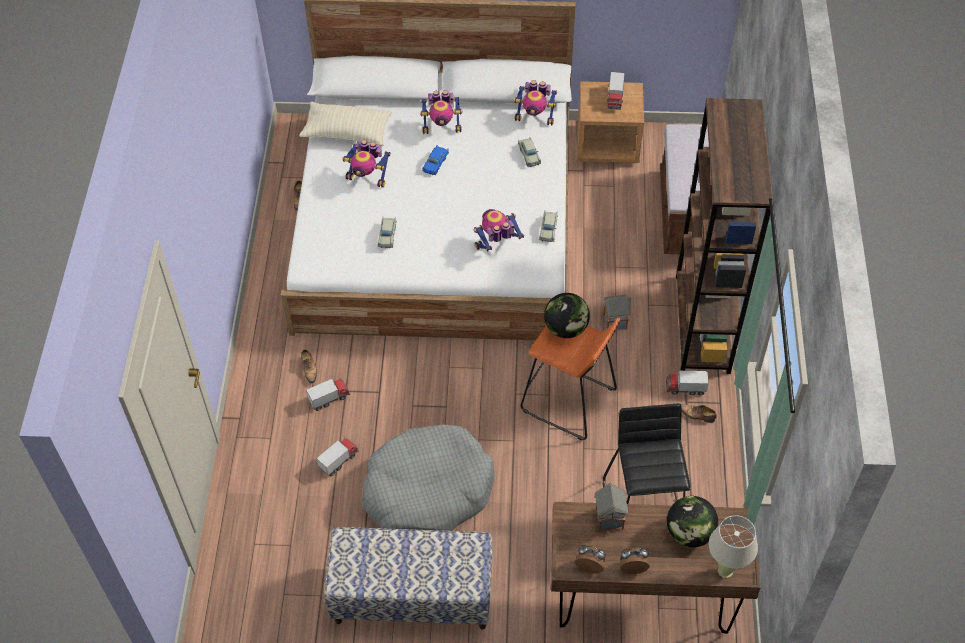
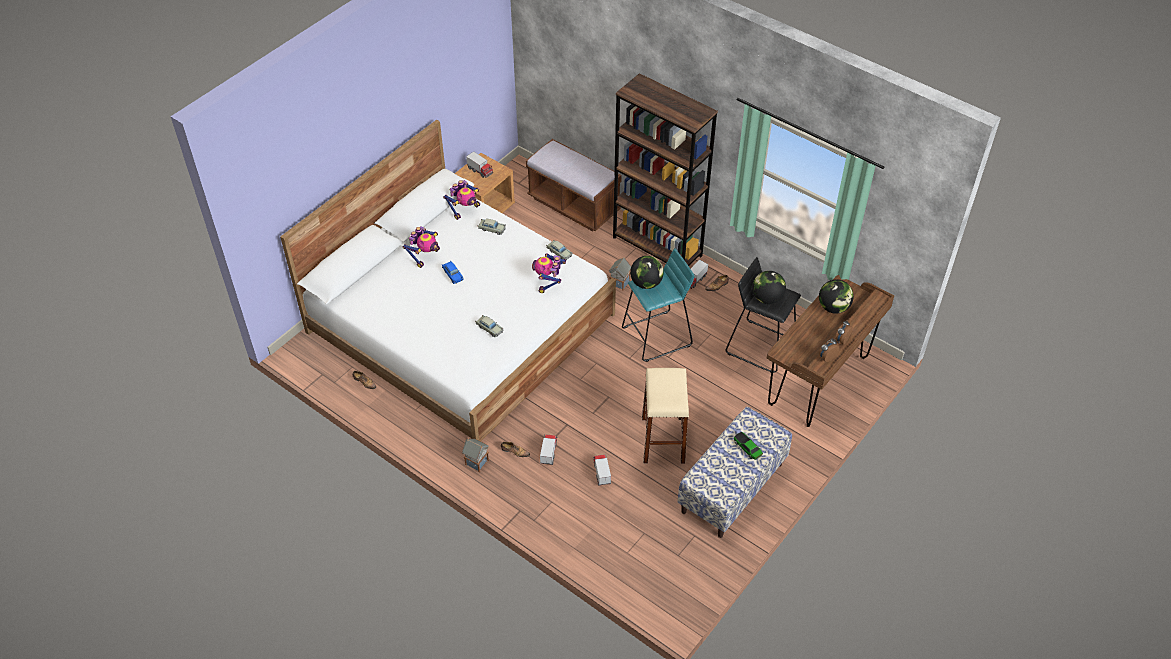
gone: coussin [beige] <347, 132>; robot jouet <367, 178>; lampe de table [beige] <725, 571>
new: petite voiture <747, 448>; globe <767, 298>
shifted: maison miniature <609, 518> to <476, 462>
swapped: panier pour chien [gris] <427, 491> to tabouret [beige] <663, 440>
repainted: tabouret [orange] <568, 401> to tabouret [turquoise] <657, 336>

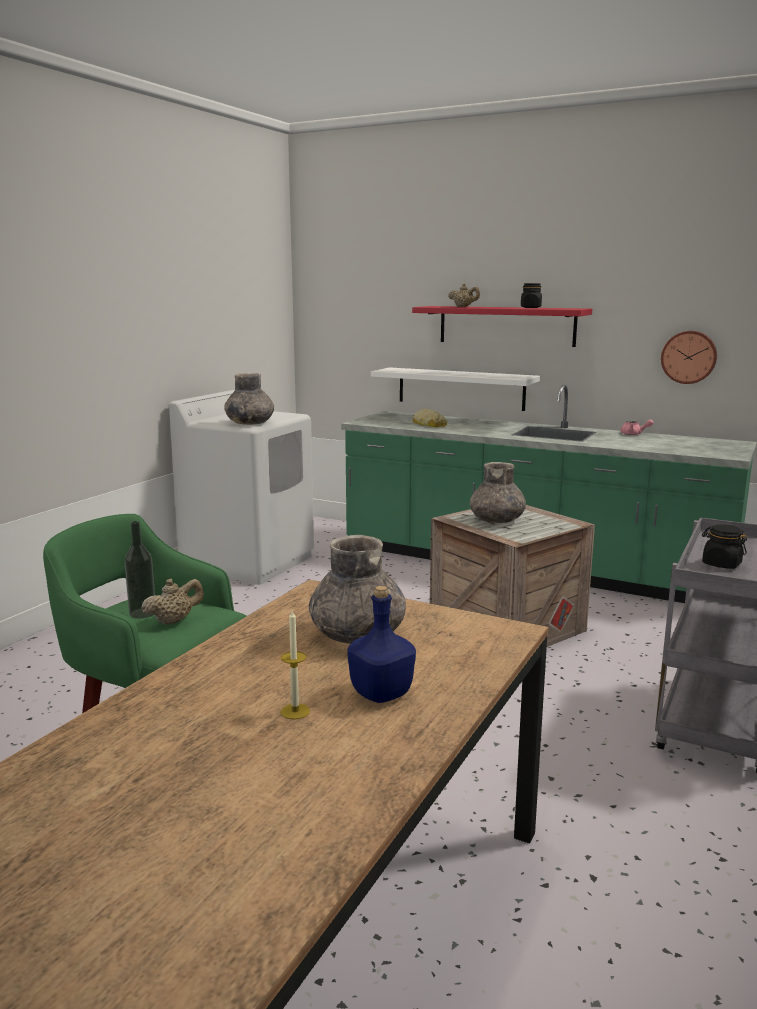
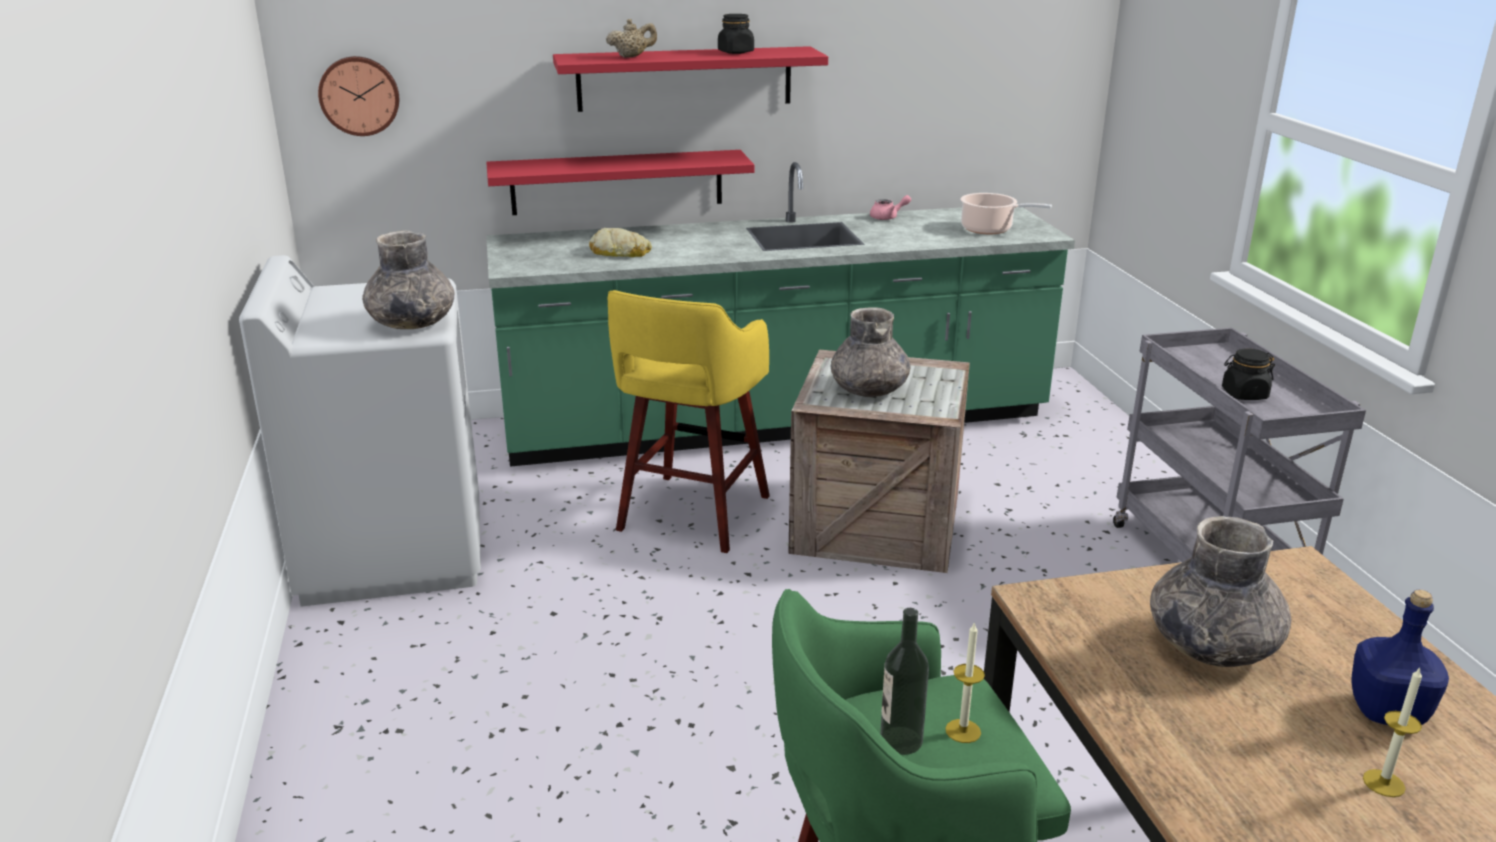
new: tabouret [jaune] <691, 515>; marmite <990, 229>
shifted: horloge murale <689, 357> to <359, 95>
swapped: théière [beige] <174, 621> to bougie <963, 731>
repainted: étagère [blanc] <460, 388> to étagère [rouge] <617, 182>

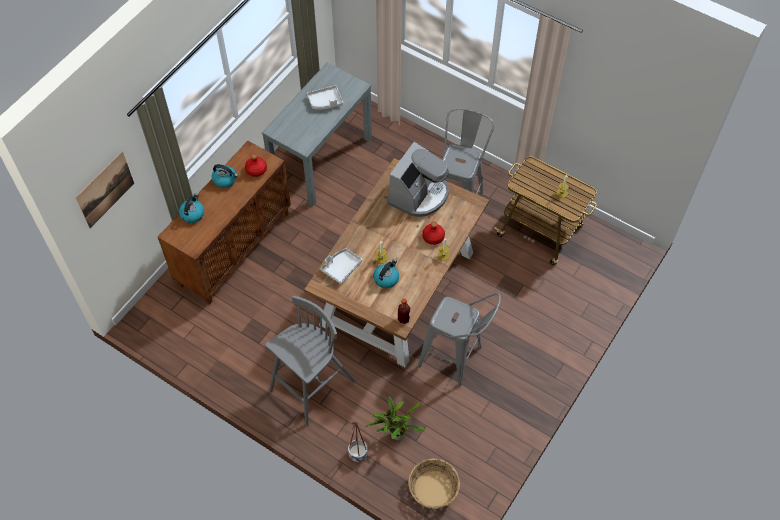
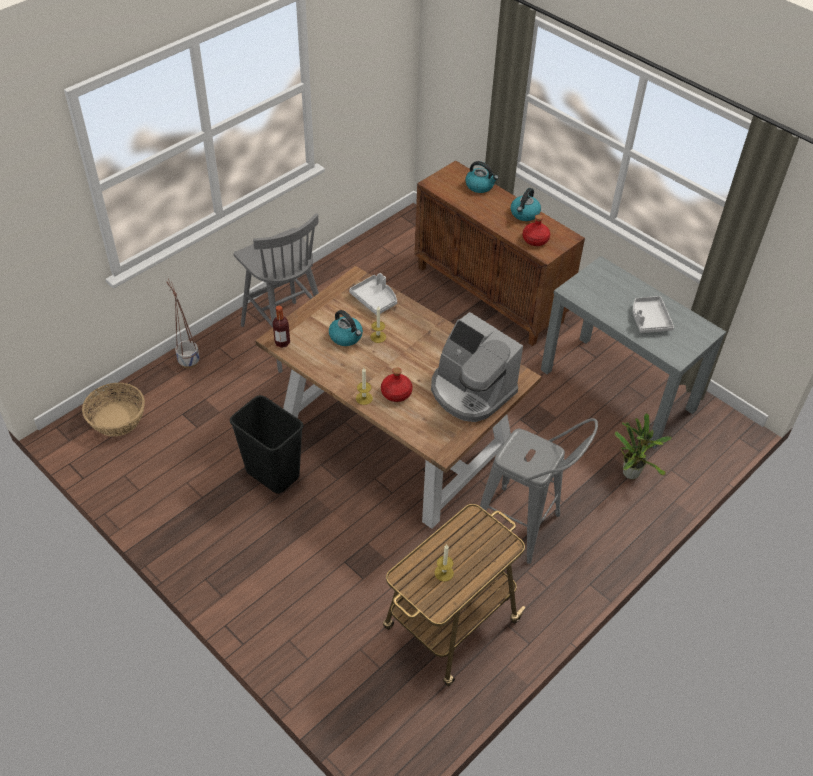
gone: tableau <105, 189>
shifted: plante en pot <395, 434> to <631, 471>
swapped: tabouret [gris] <456, 360> to poubelle [noir] <272, 474>

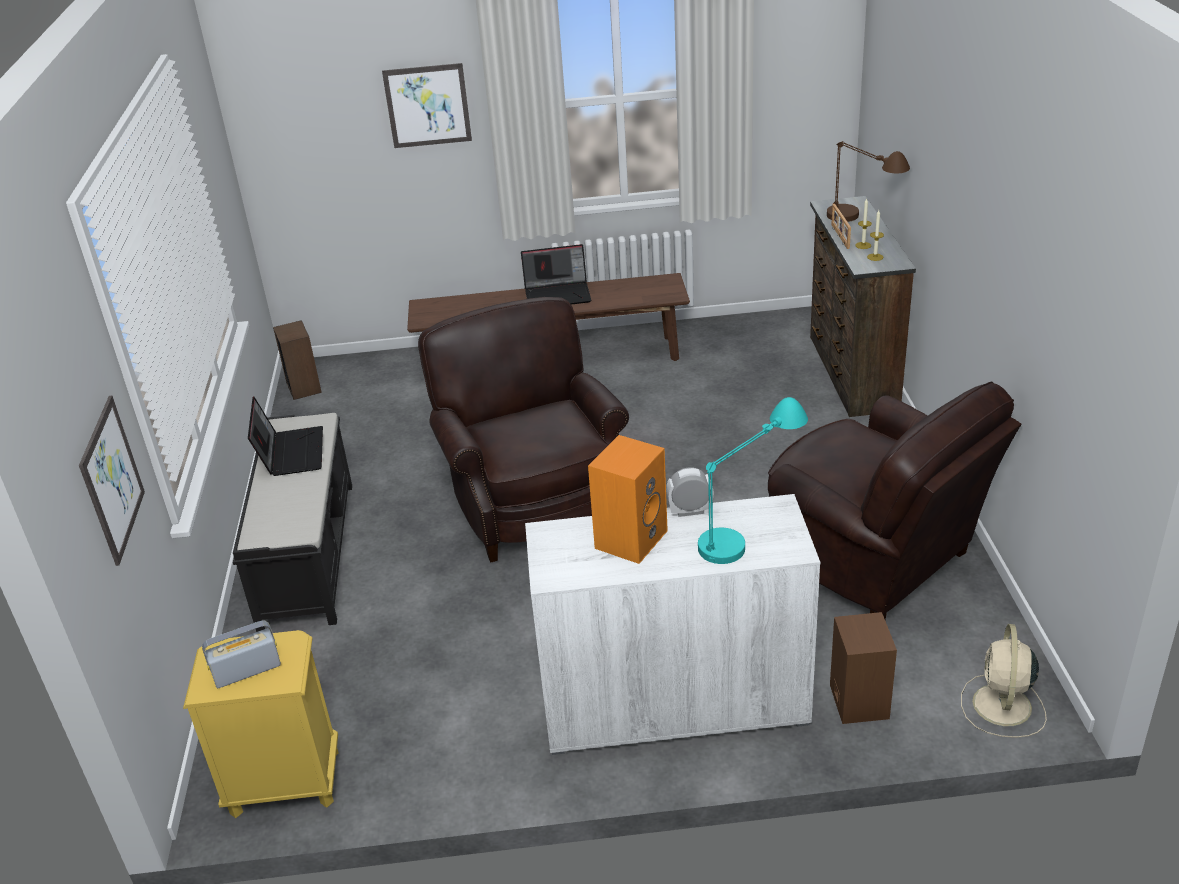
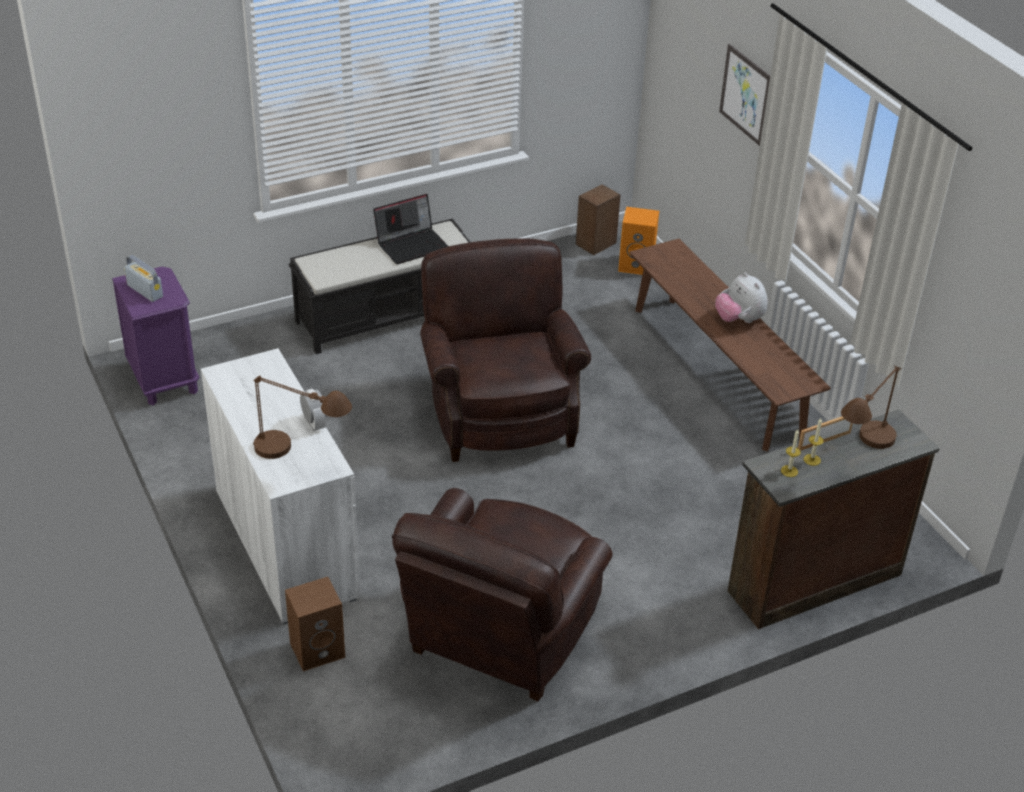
gone: tableau <112, 479>; ventilateur [beige] <1002, 707>
shifted: enceinte [orange] <630, 538> to <637, 265>
swapped: ordinateur portable <558, 294> to peluche <739, 319>
repainted: table de chevet [jaune] <284, 784> to table de chevet [violet] <163, 380>; lampe de table [turquoise] <749, 528> to lampe de table [marron] <301, 456>
rotated: fauteuil [marron] <533, 500> = <499, 412> 60 degrees counterclockwise

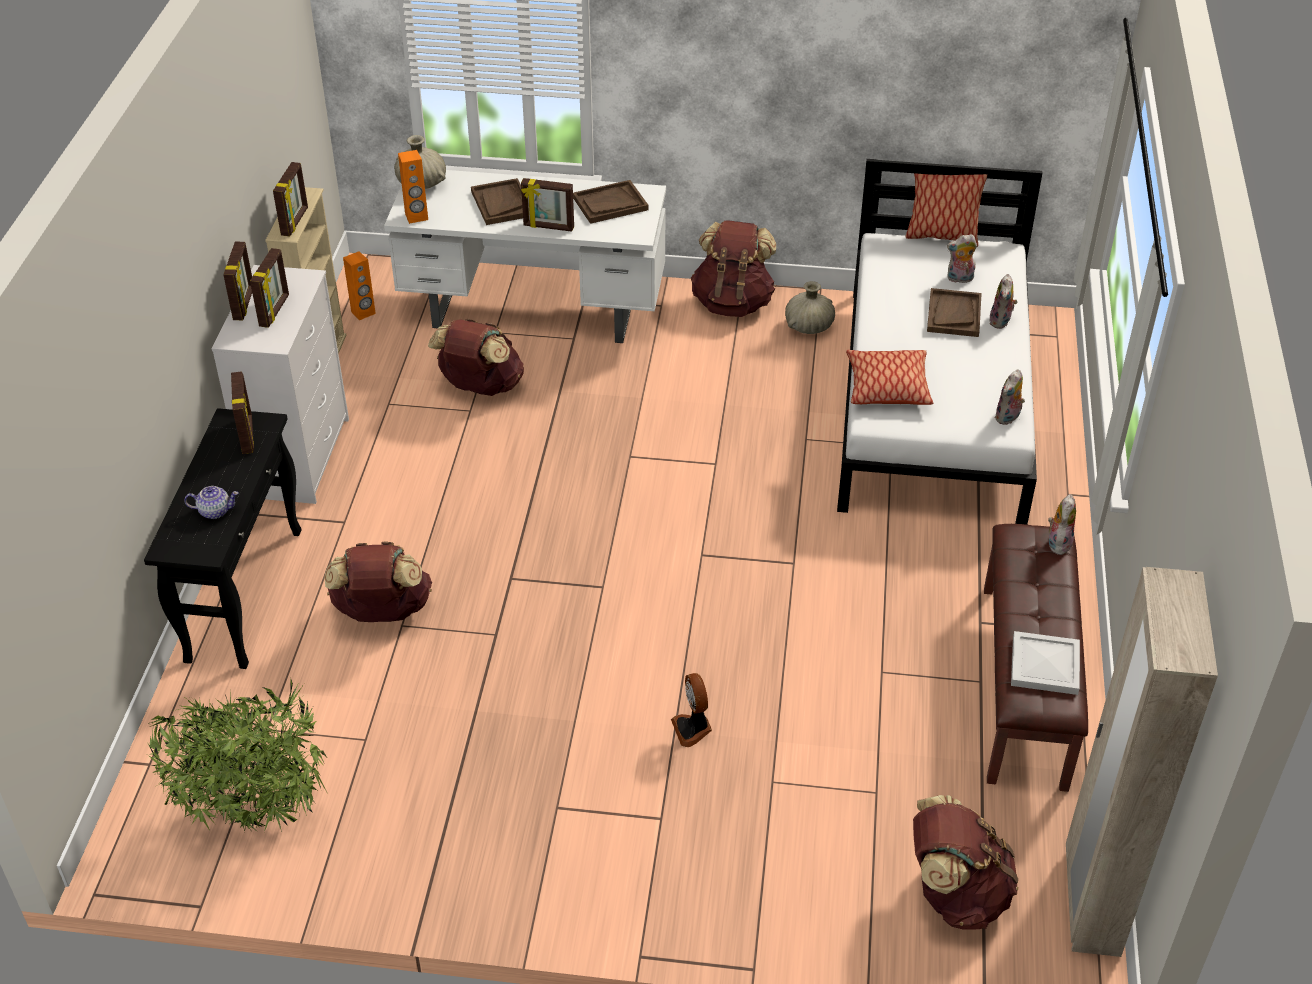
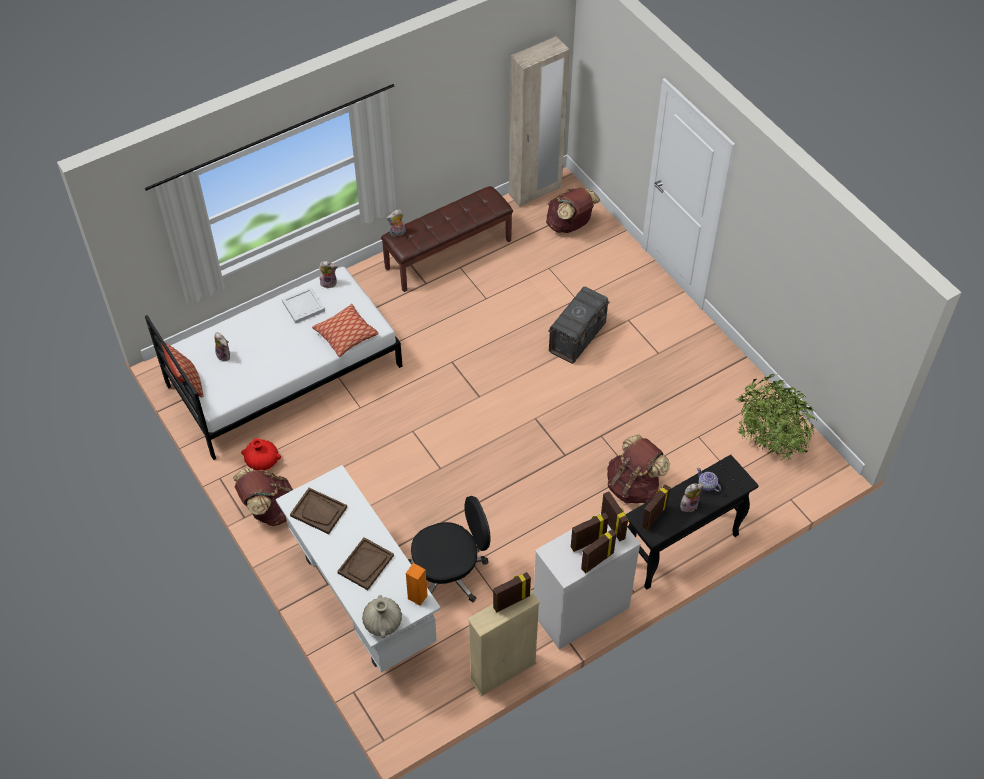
gone: enceinte [orange] <363, 313>; plateau [marron] <953, 314>
shifted: cadre photo <548, 227> to <613, 526>; peluche <1001, 322> to <689, 504>; plateau [blanc] <1046, 666> to <303, 306>
swapped: sac à dos [marron] <480, 387> to chaise de bureau [noir] <450, 573>; ventilateur <693, 729> to boîte de rangement [gris] <577, 337>
repainted: vase [beige] <808, 327> to vase [rouge] <262, 462>

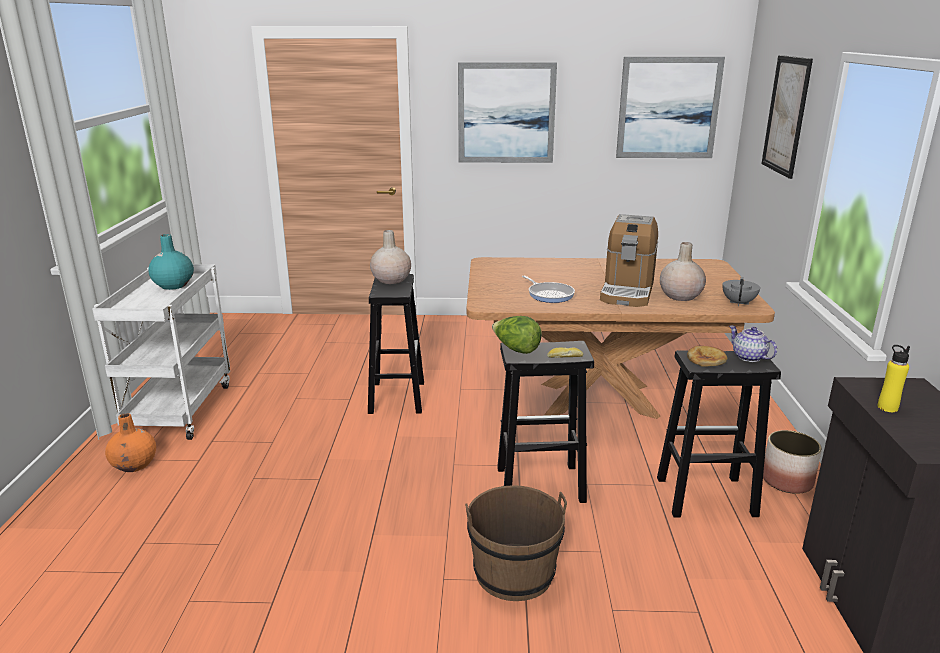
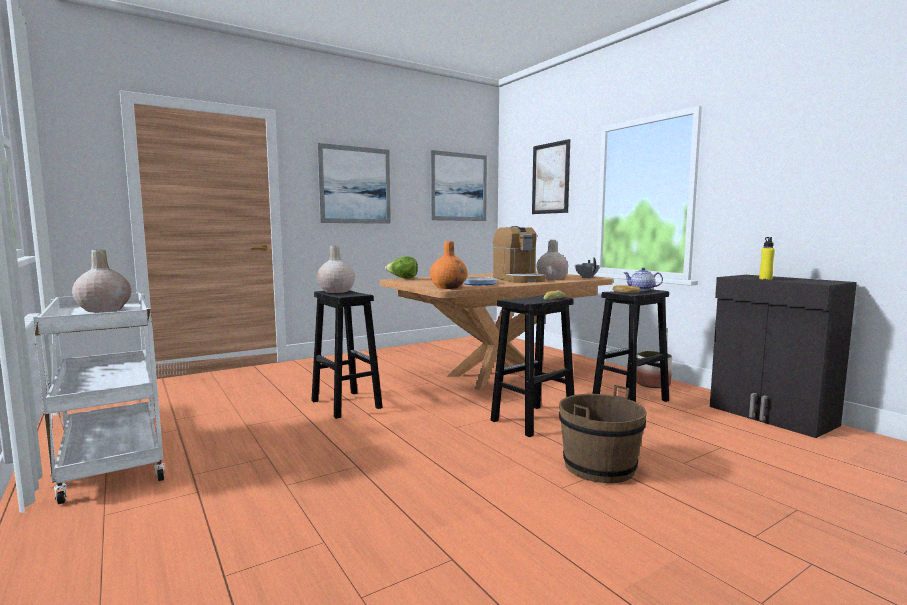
shifted: vase [orange] <134, 465> to <448, 287>; laitue <516, 349> to <402, 278>
repainted: vase [turquoise] <173, 285> to vase [beige] <104, 310>

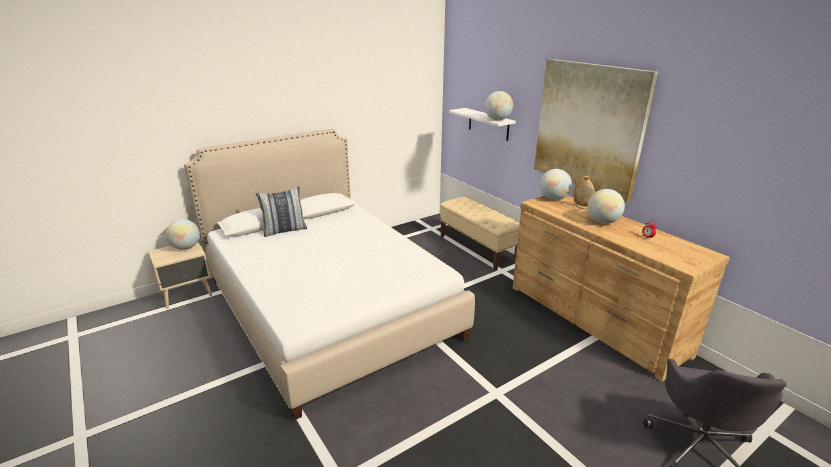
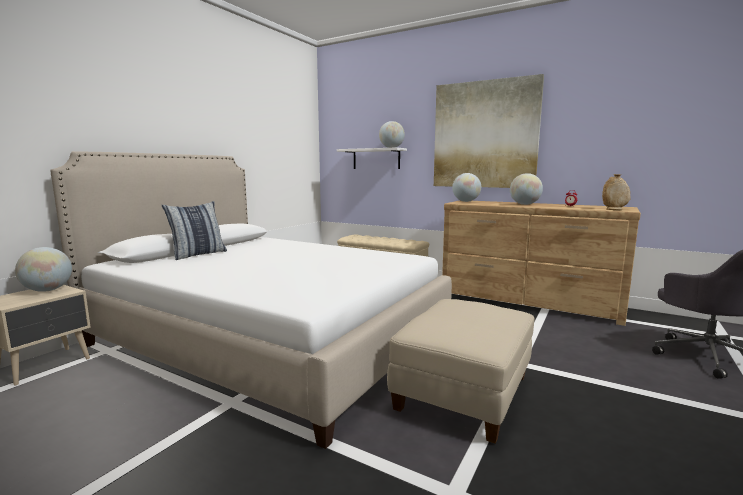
new: pouf [beige] <462, 393>
shifted: vase [beige] <582, 207> to <614, 209>

